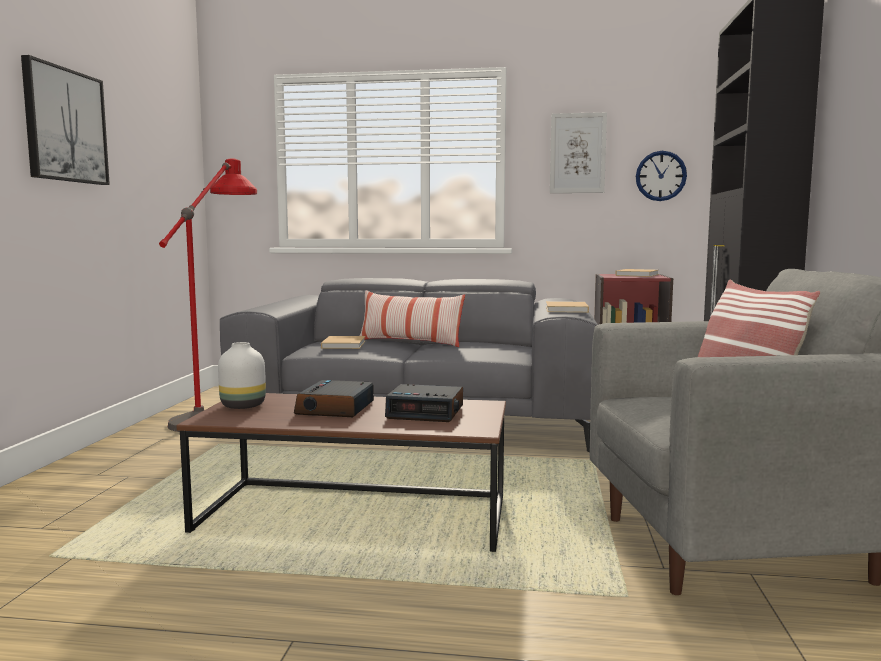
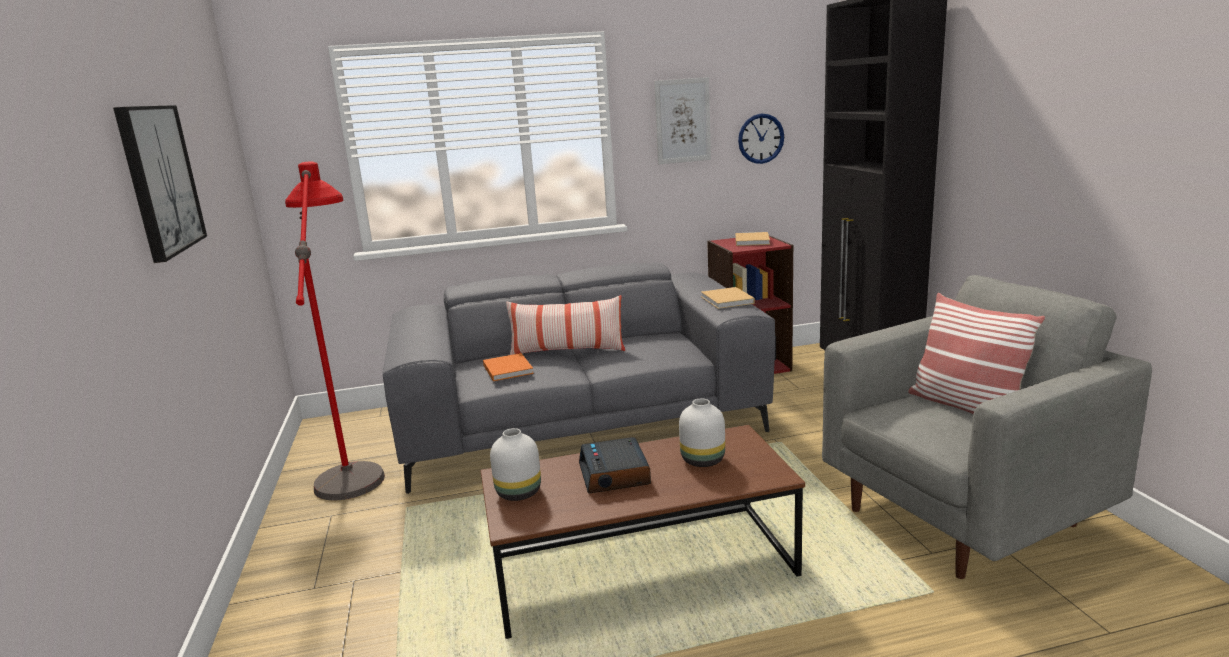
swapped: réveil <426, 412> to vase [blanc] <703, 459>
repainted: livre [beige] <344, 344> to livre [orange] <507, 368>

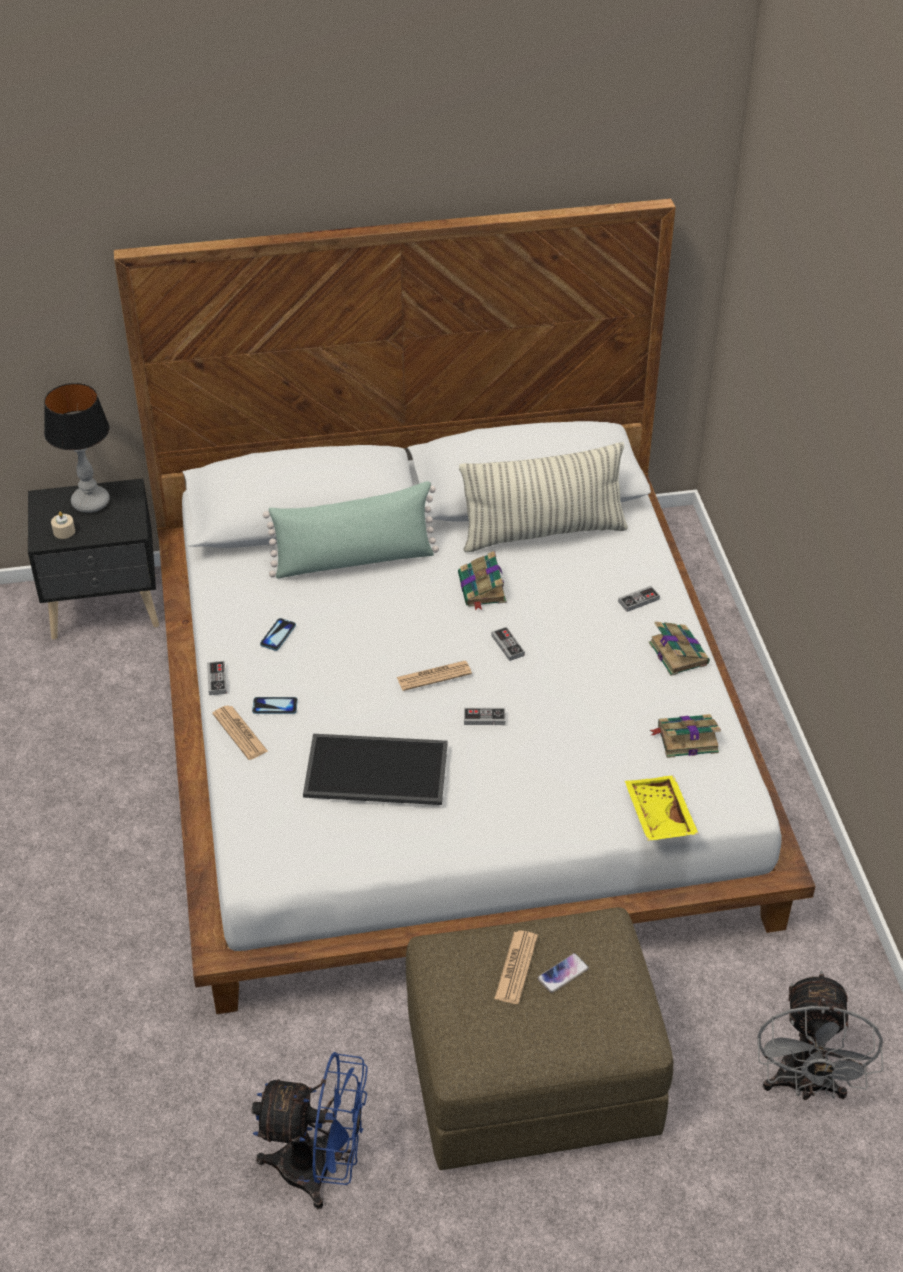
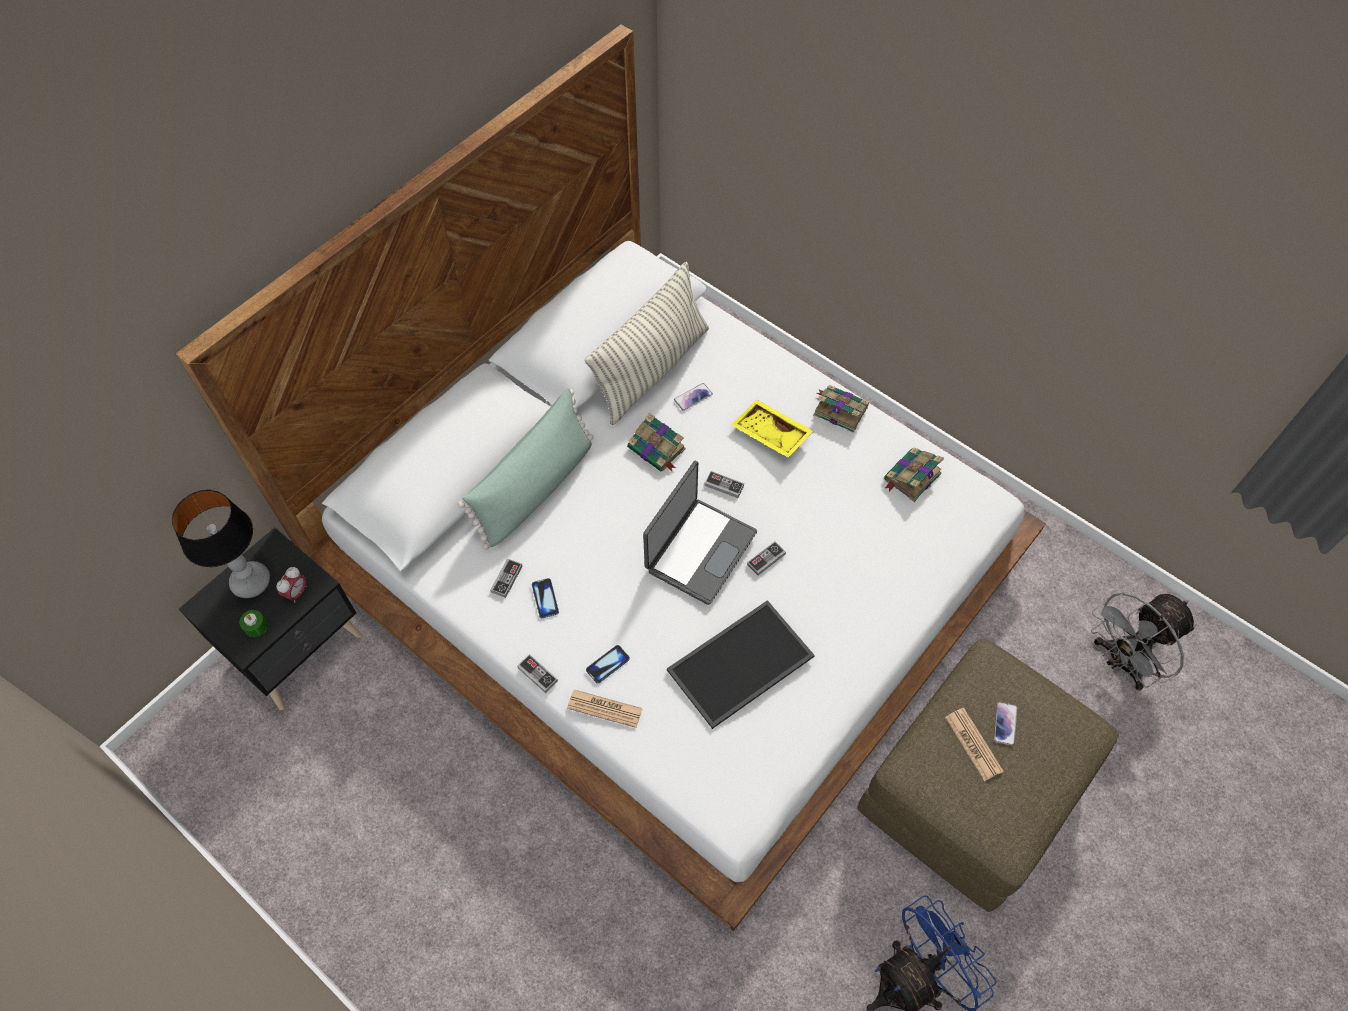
new: réveil <297, 593>; téléphone <693, 397>
shifted: manette <638, 600> to <506, 579>; plateau [jaune] <657, 816> to <770, 435>
swapped: journal <434, 676> to ordinateur portable <699, 550>
repainted: bougie [beige] <64, 531> to bougie [vert] <256, 626>
rotated: ventilateur [gris] <804, 1086> = <1120, 662> 90 degrees clockwise

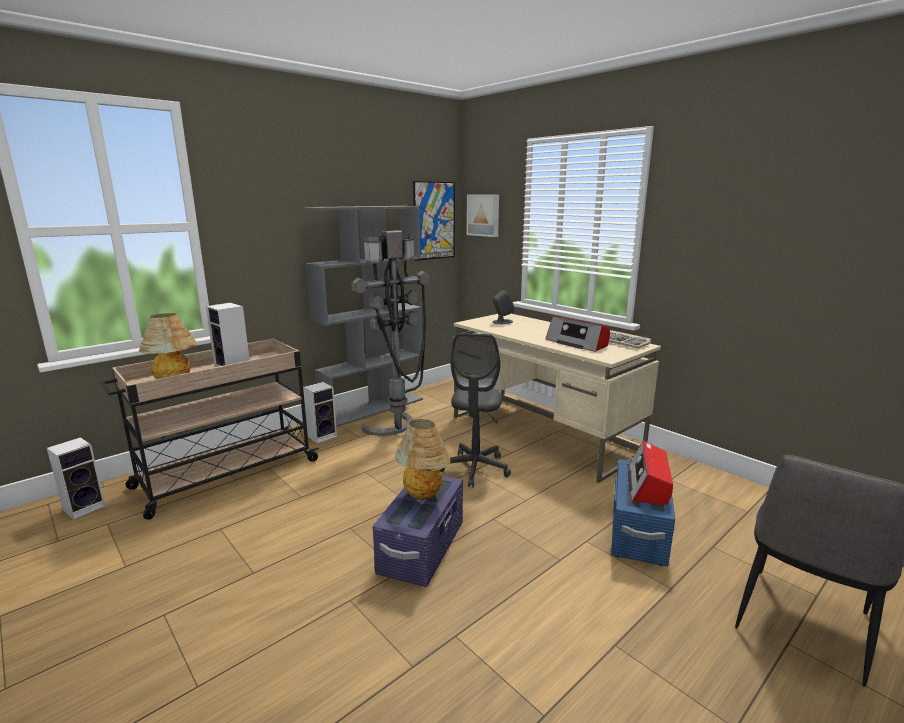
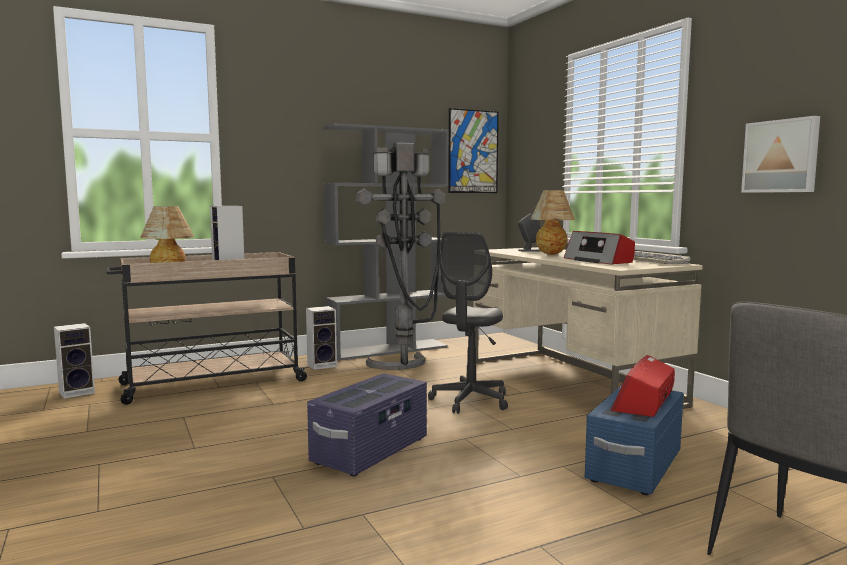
shifted: lampe de table <423, 497> to <552, 254>; tableau <484, 215> to <781, 156>

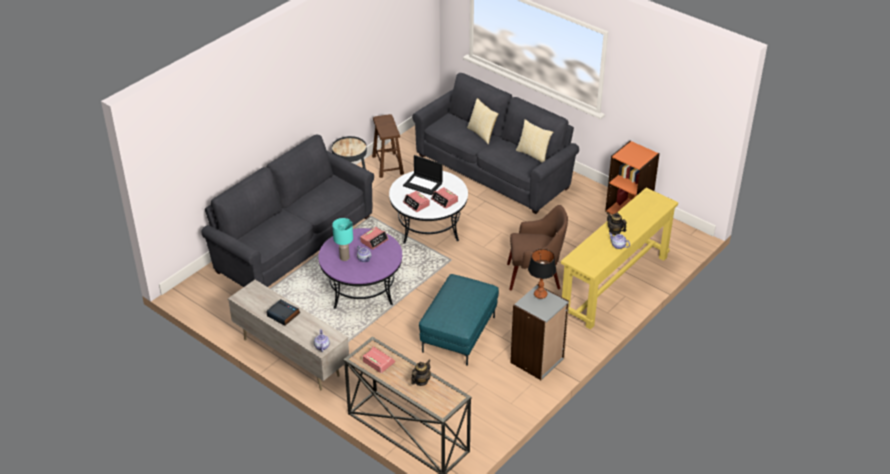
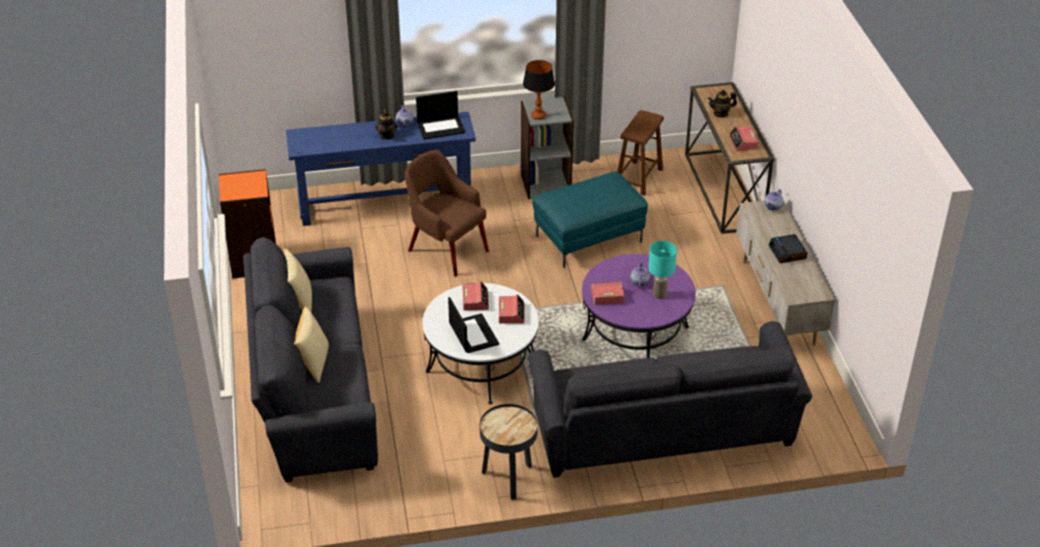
new: ordinateur portable <441, 127>
shifted: tabouret [marron] <388, 165> to <638, 178>
repainted: table console [jaune] <615, 284> to table console [bleu] <385, 204>

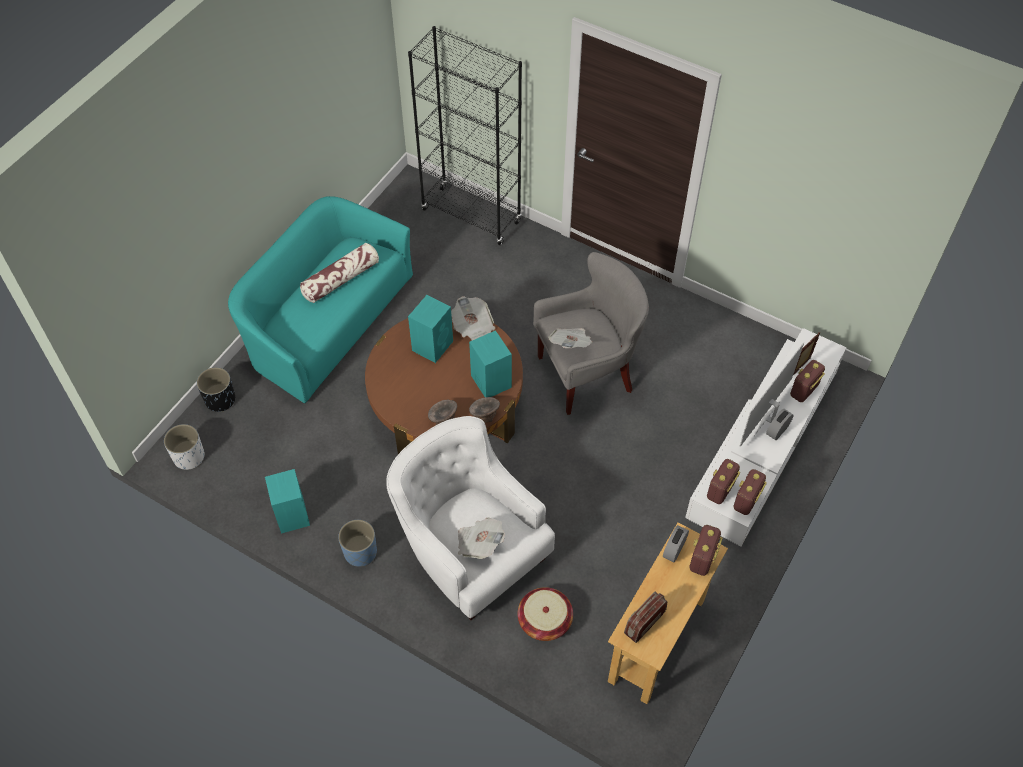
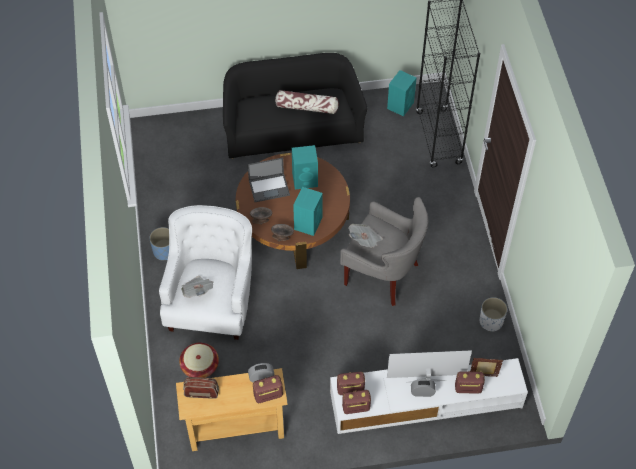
gone: cache-pot [noir] <220, 399>; journal <473, 328>
new: ordinateur portable <269, 187>
shifted: cache-pot [blanc] <189, 457> to <491, 321>; enceinte [turquoise] <292, 514> to <400, 105>
repainted: canapé [turquoise] <326, 322> to canapé [noir] <292, 128>

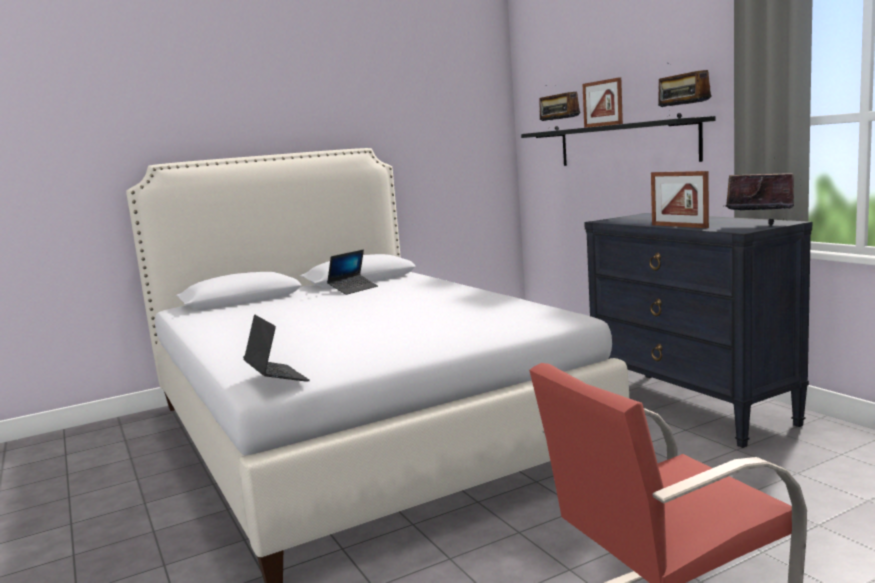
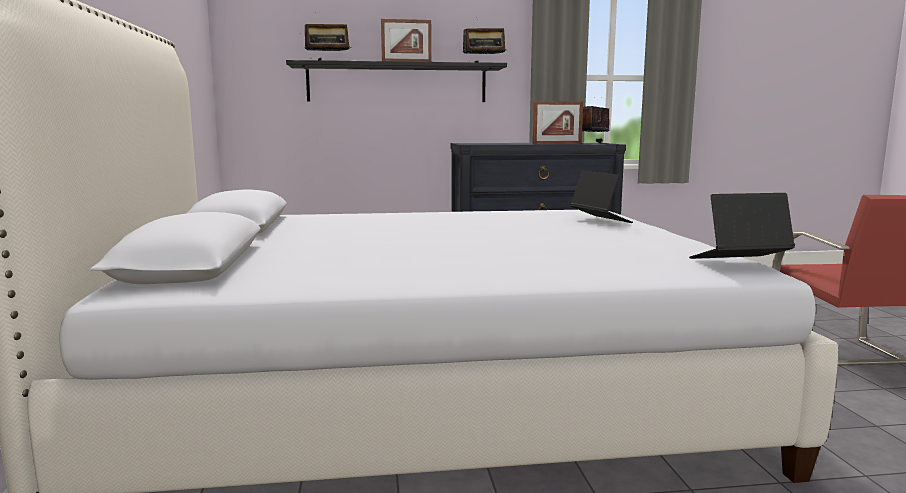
shifted: ordinateur portable <353, 289> to <600, 220>

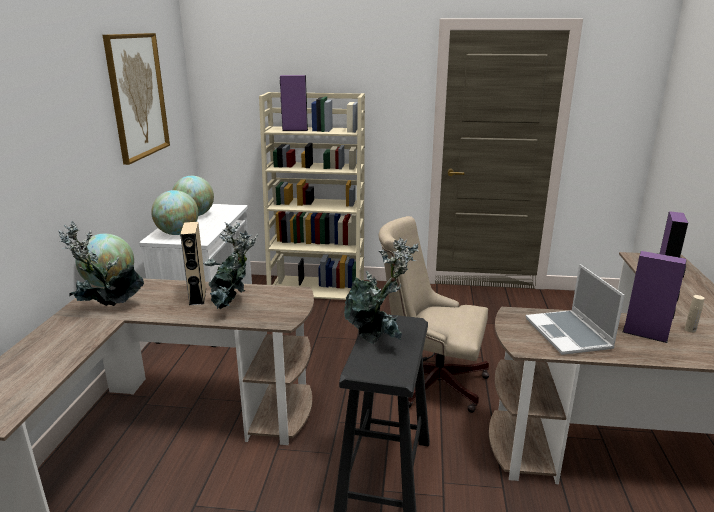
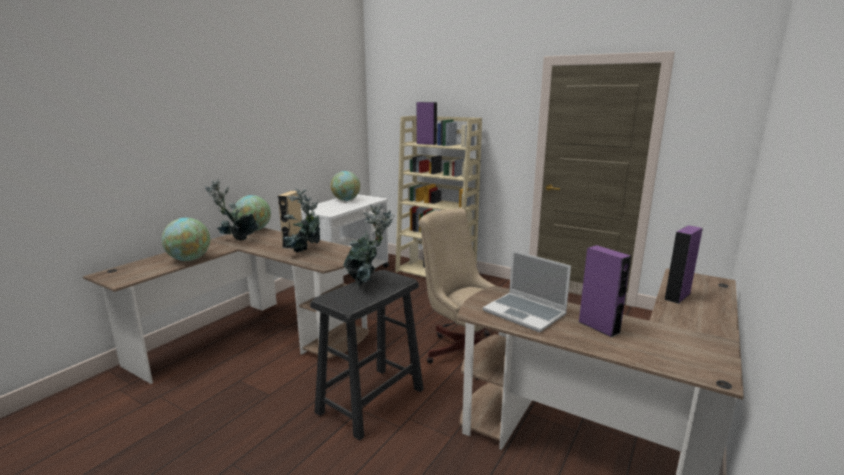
gone: tableau <137, 96>; bouteille [beige] <690, 330>
shifted: globe <177, 233> to <189, 259>
rotated: ordinateur portable <569, 334> = <525, 313> 60 degrees counterclockwise

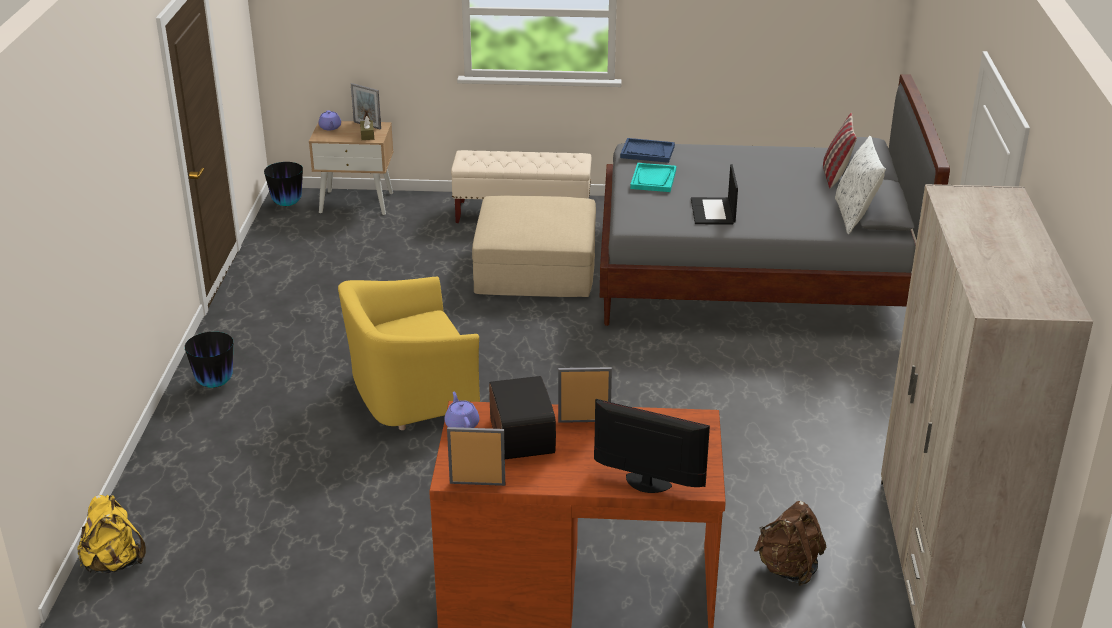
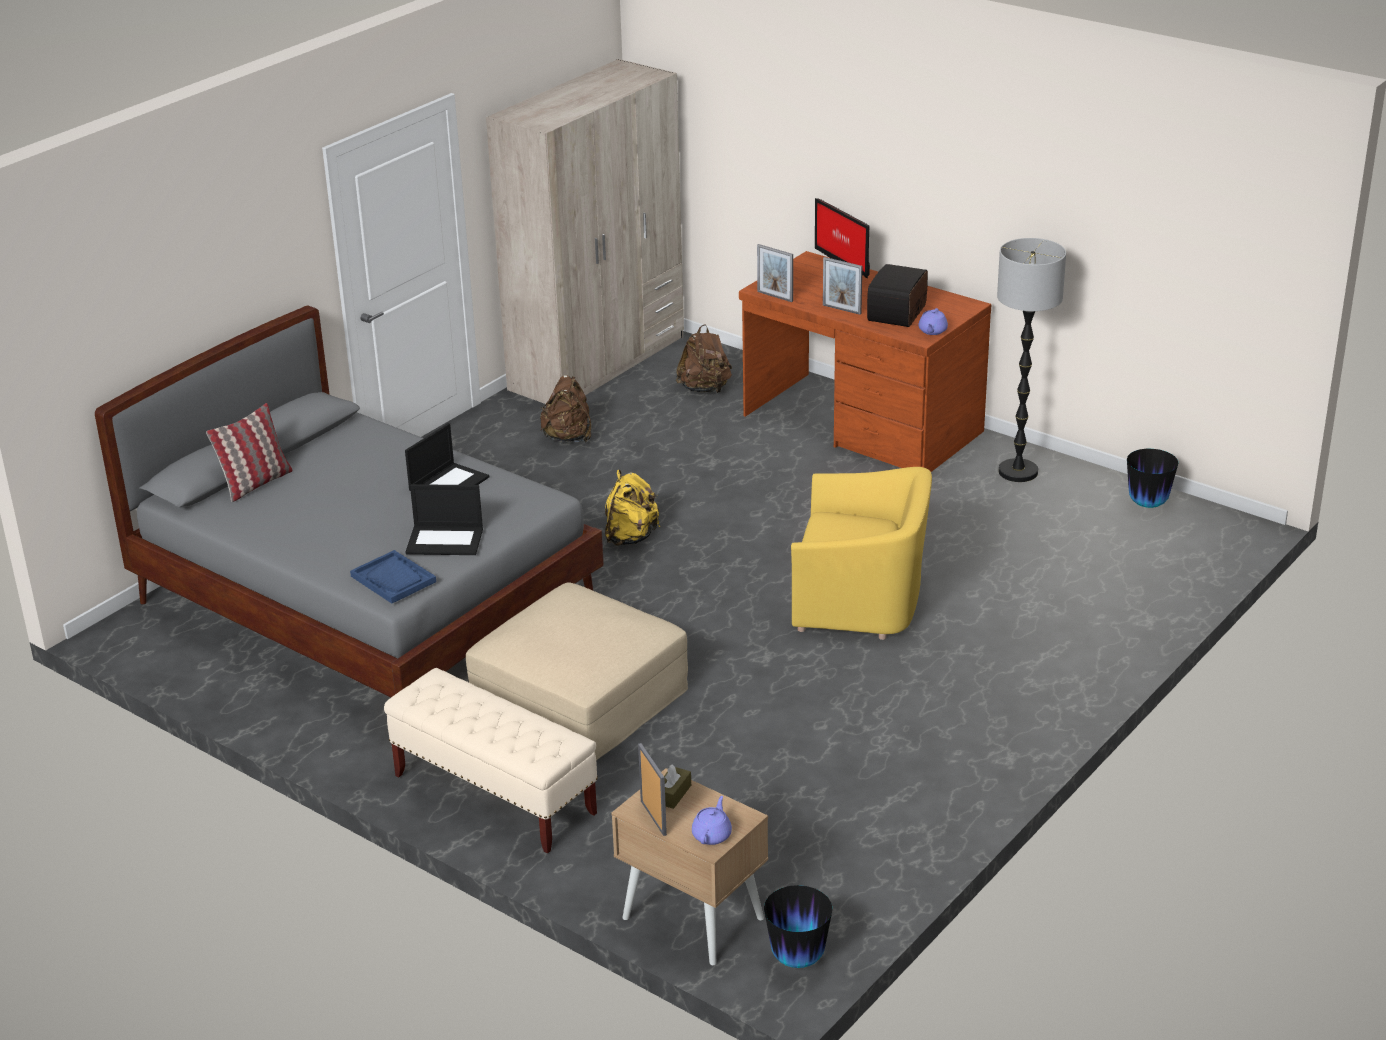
gone: coussin [blanc] <855, 216>
new: sac à dos [marron] <568, 437>; lampadaire <1018, 472>
shifted: sac à dos [jaune] <114, 563> to <630, 537>; vase <215, 383> to <1148, 504>; cadre photo <477, 483> to <775, 296>
swapped: plateau [turquoise] <653, 179> to ordinateur portable <446, 540>

